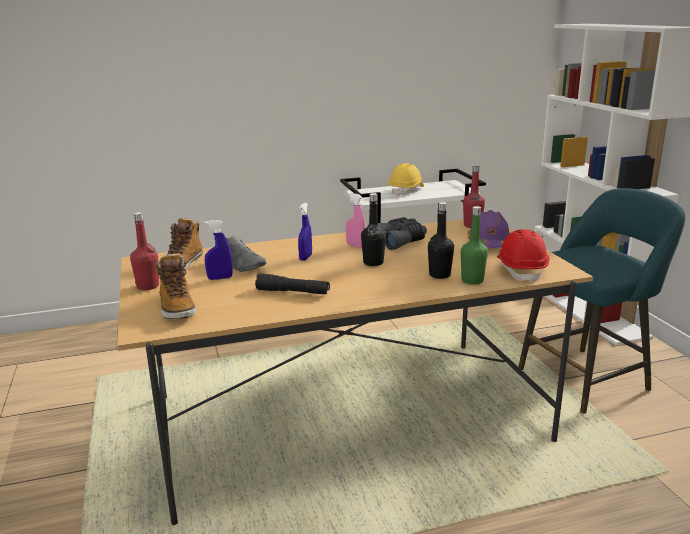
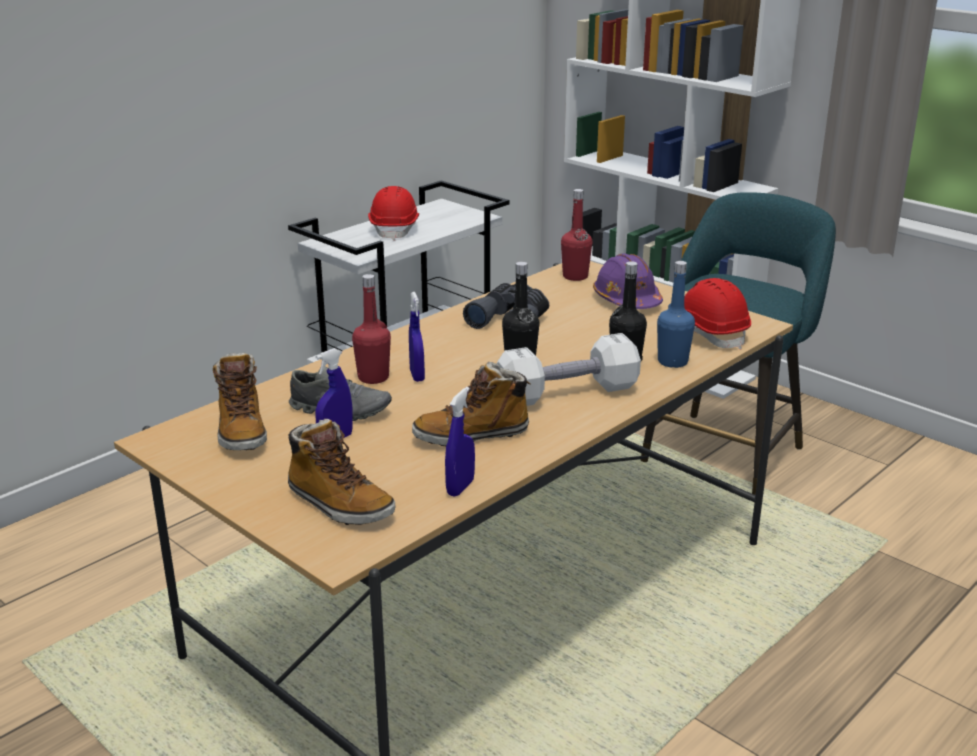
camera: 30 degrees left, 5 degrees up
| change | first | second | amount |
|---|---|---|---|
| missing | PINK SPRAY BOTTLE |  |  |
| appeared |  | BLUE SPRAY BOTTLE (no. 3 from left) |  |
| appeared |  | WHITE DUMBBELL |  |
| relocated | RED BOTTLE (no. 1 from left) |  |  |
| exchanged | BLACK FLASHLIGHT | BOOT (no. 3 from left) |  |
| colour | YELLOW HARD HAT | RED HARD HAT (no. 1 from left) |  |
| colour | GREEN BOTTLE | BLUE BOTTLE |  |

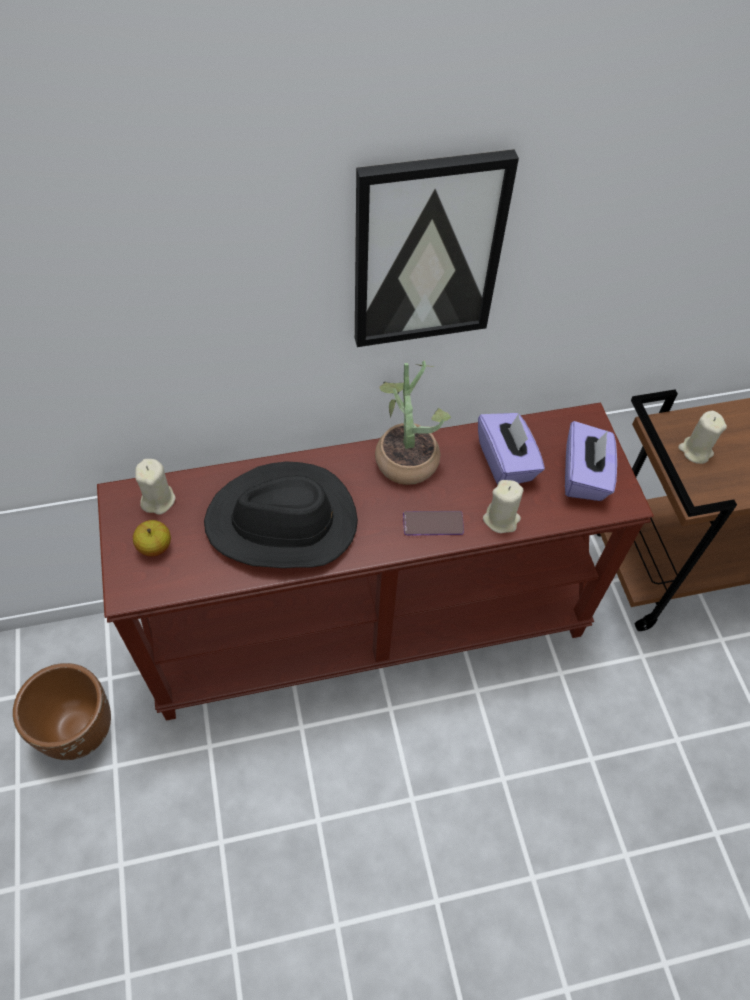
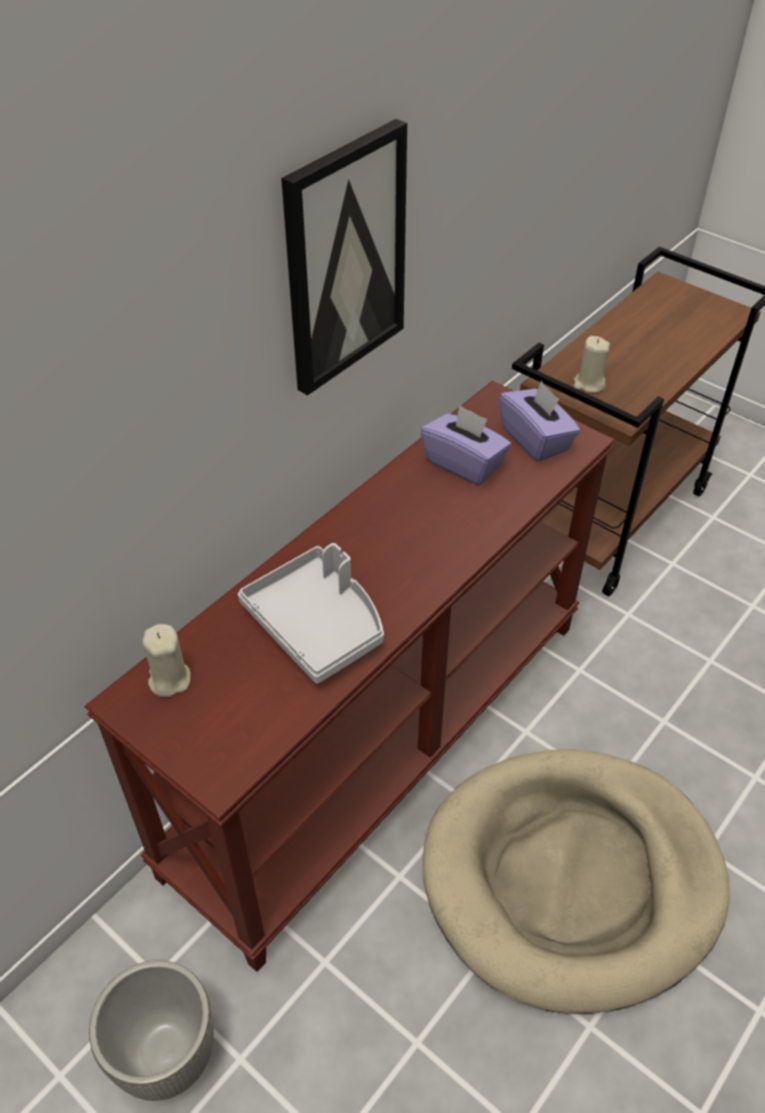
camera: 35 degrees left, 10 degrees down
| change | first | second | amount |
|---|---|---|---|
| missing | APPLE |  |  |
| missing | POTTED PLANT |  |  |
| missing | PHONE |  |  |
| missing | BEIGE CANDLE (no. 2 from left) |  |  |
| appeared |  | BEIGE DOG BED |  |
| exchanged | BLACK HAT | GREY TRAY |  |
| colour | BROWN PLANTER | GREY PLANTER |  |

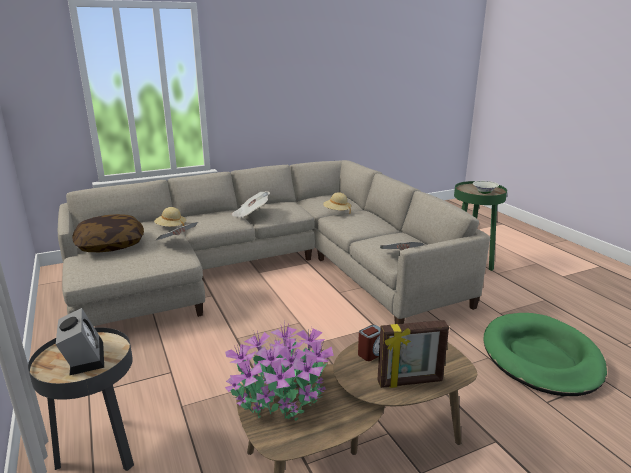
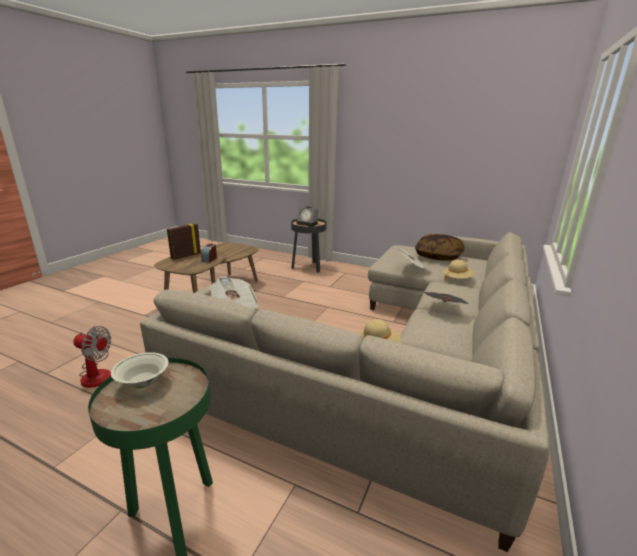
camera: 140 degrees right, 0 degrees up
| change | first | second | amount |
|---|---|---|---|
| missing | POTTED PLANT |  |  |
| exchanged | GREEN DOG BED | FAN |  |

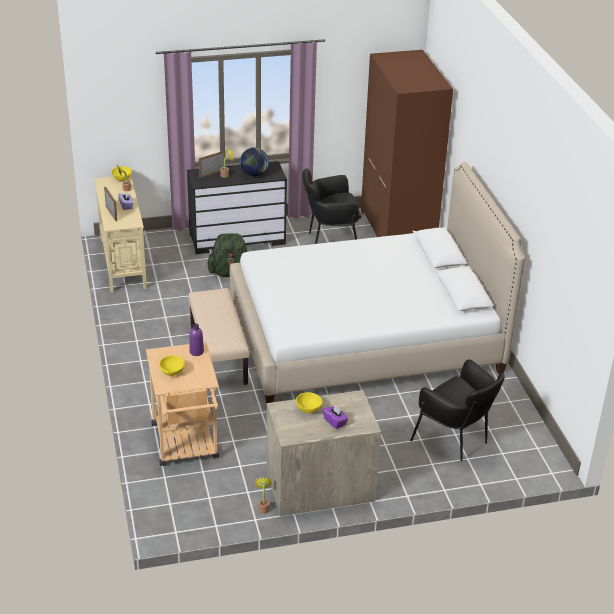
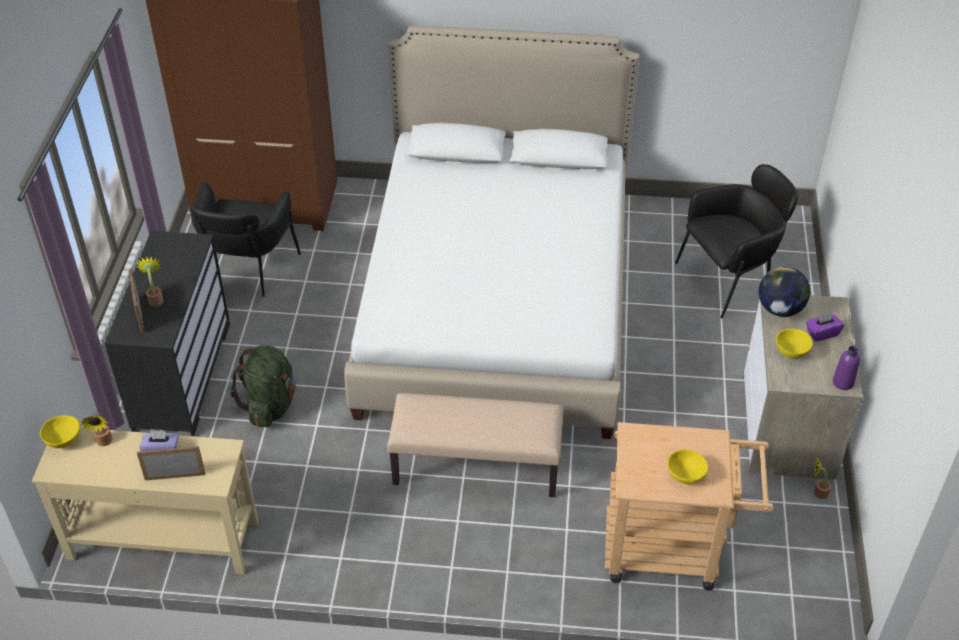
camera: 70 degrees left, 10 degrees up
| change | first | second | amount |
|---|---|---|---|
| relocated | PURPLE BOTTLE |  |  |
| relocated | GLOBE |  |  |

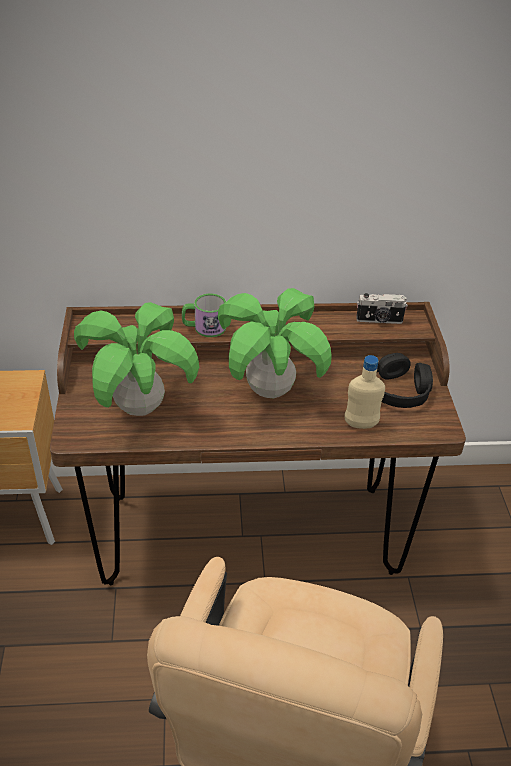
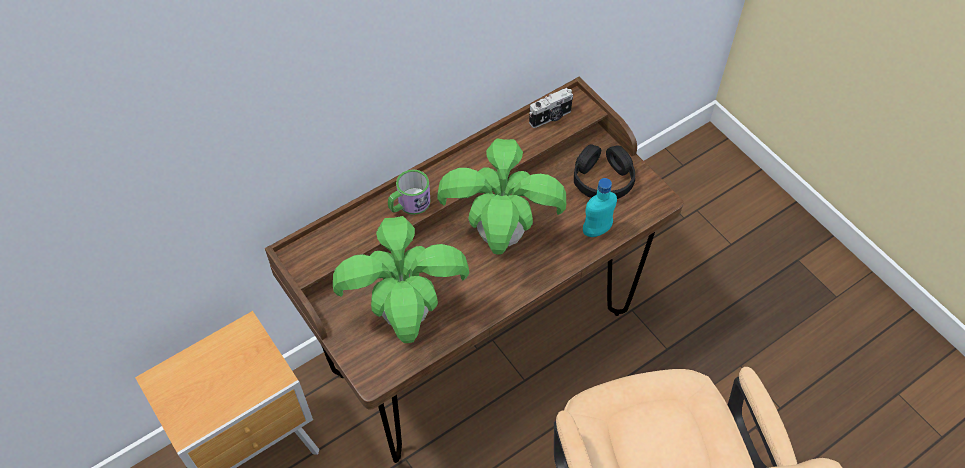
camera: 30 degrees left, 15 degrees up
| change | first | second | amount |
|---|---|---|---|
| colour | BEIGE BOTTLE | TURQUOISE BOTTLE |  |

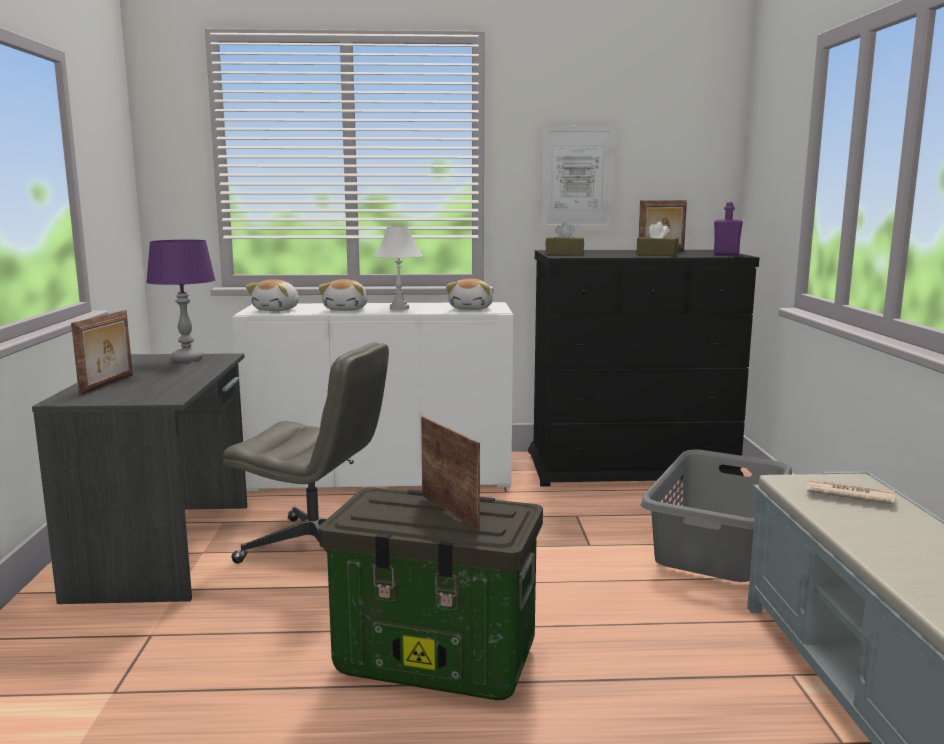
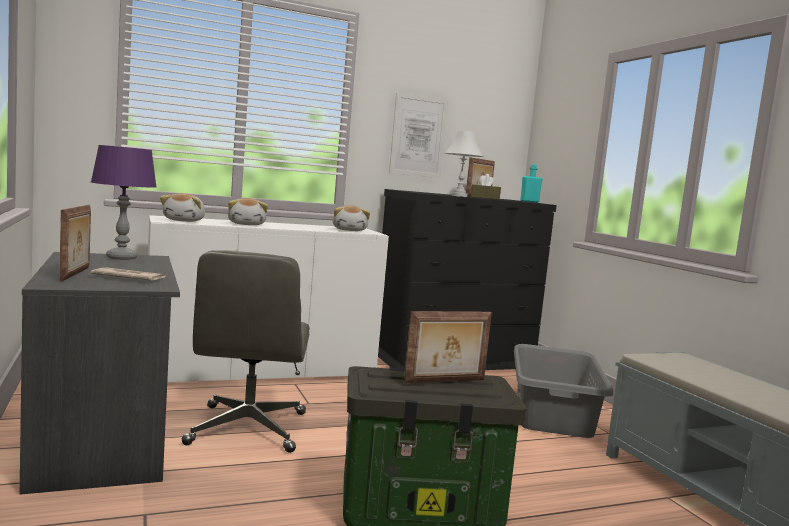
camera: 20 degrees left, 5 degrees down
| change | first | second | amount |
|---|---|---|---|
| missing | BROWN TISSUE BOX (no. 1 from left) |  |  |
| relocated | WHITE TABLE LAMP |  |  |
| relocated | NEWSPAPER |  |  |
| colour | PURPLE BOTTLE | TURQUOISE BOTTLE |  |
| spun | GREY OFFICE CHAIR |  | 90 degrees clockwise |
| spun | PICTURE FRAME (no. 2 from left) |  | 120 degrees clockwise |

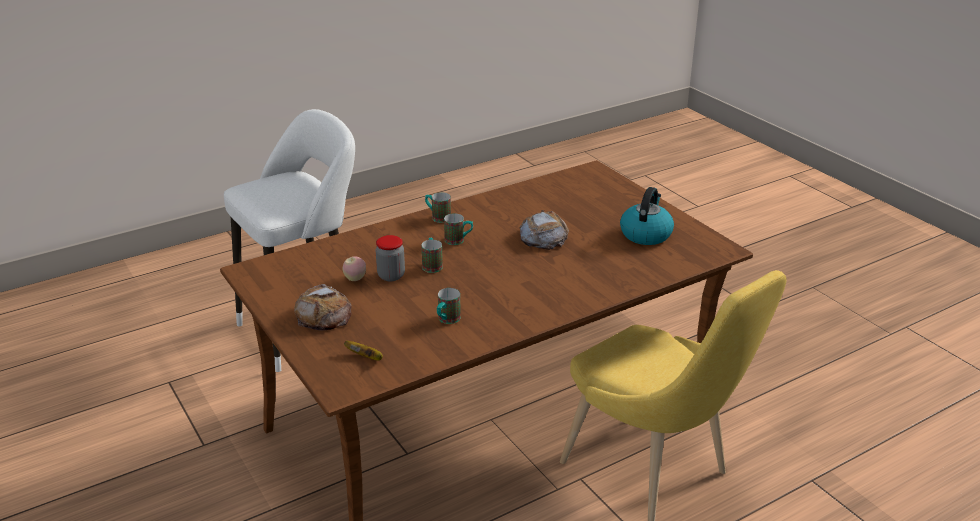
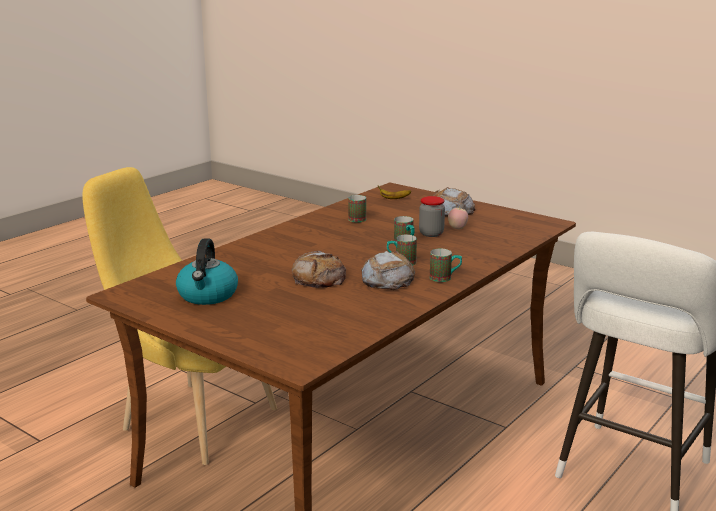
camera: 160 degrees right, 10 degrees down
| change | first | second | amount |
|---|---|---|---|
| appeared |  | BREAD (no. 2 from left) |  |

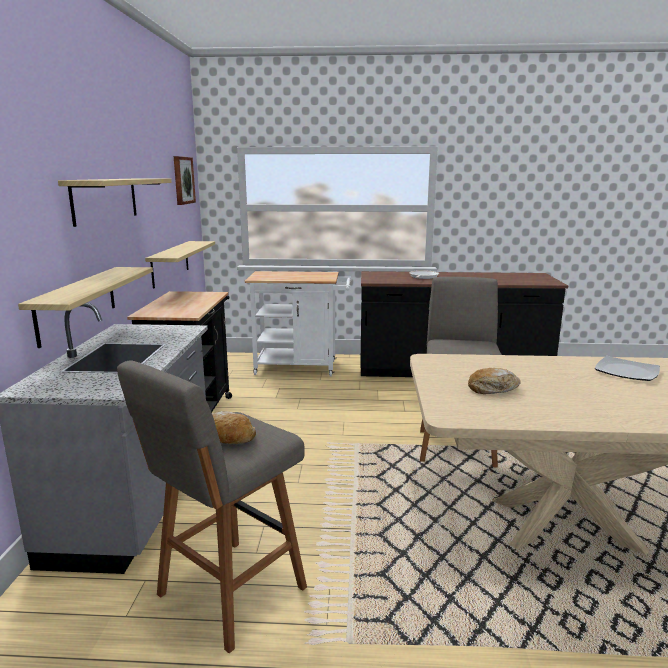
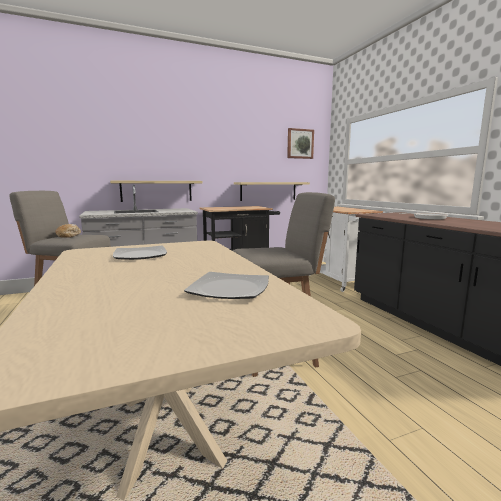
camera: 65 degrees right, 5 degrees down
| change | first | second | amount |
|---|---|---|---|
| missing | SHELF (no. 2 from left) |  |  |
| exchanged | BREAD (no. 2 from left) | PLATE (no. 1 from left) |  |

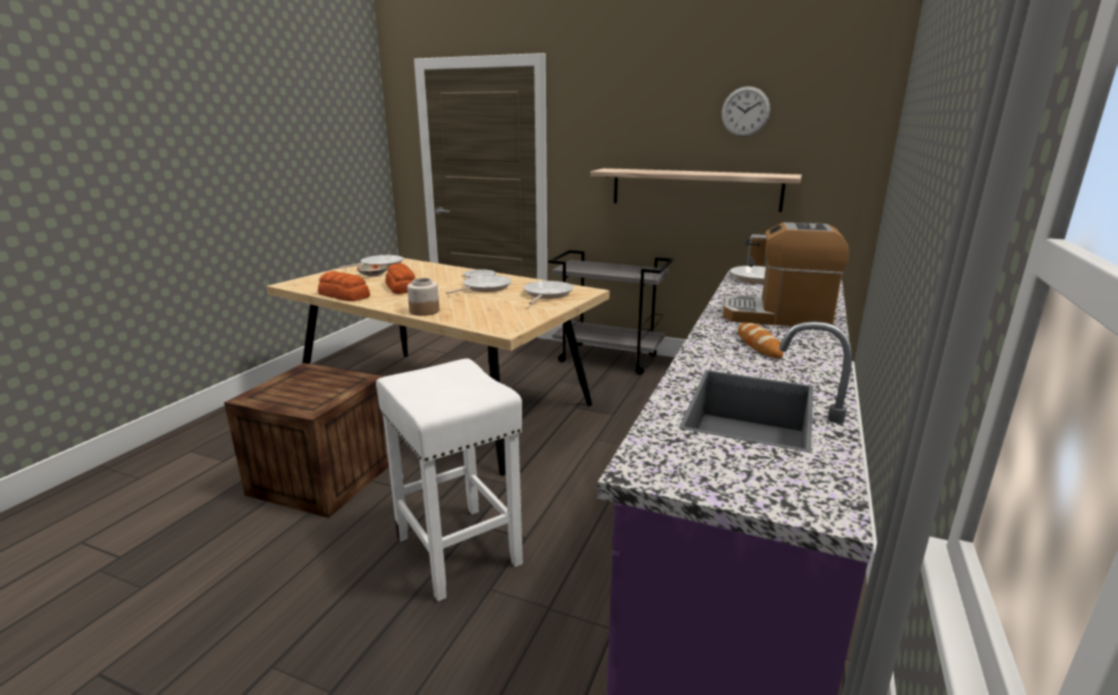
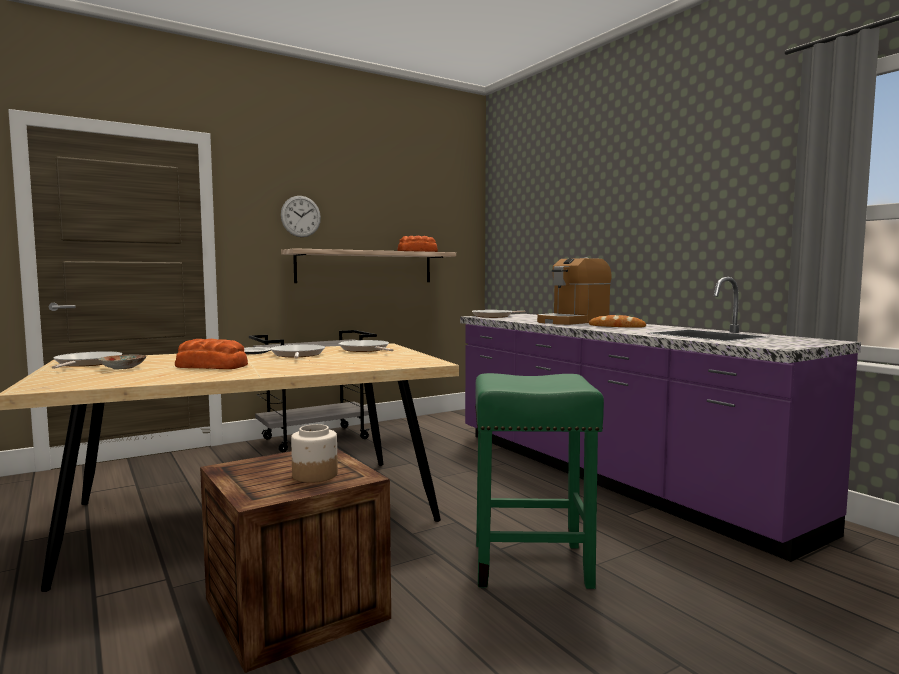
camera: 55 degrees left, 15 degrees down
| change | first | second | amount |
|---|---|---|---|
| relocated | BREAD (no. 1 from left in the first image) | BREAD (no. 2 from left) |  |
| relocated | JAR |  |  |
| relocated | WALL CLOCK |  |  |
| colour | WHITE STOOL | GREEN STOOL |  |

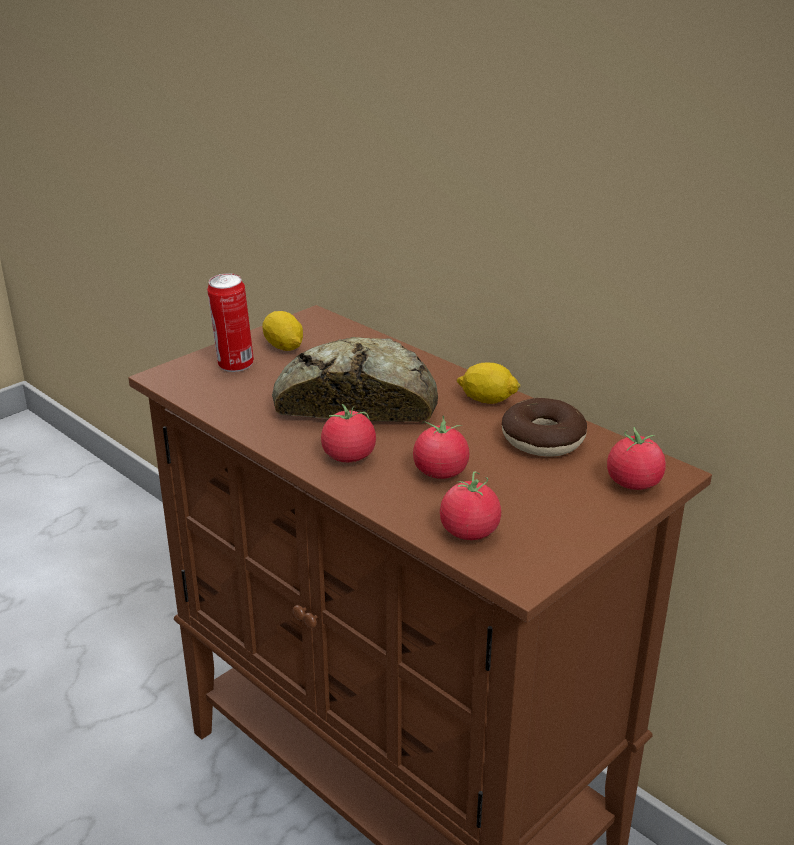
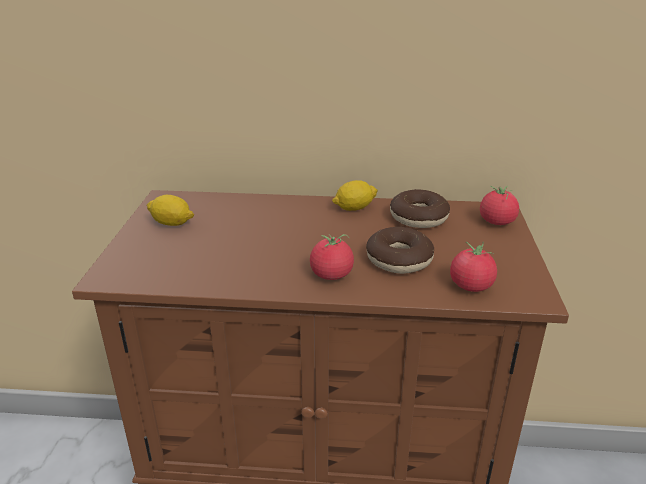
camera: 40 degrees left, 0 degrees up
| change | first | second | amount |
|---|---|---|---|
| missing | CAN |  |  |
| missing | BREAD |  |  |
| exchanged | TOMATO (no. 2 from left) | DONUT (no. 1 from left) |  |

